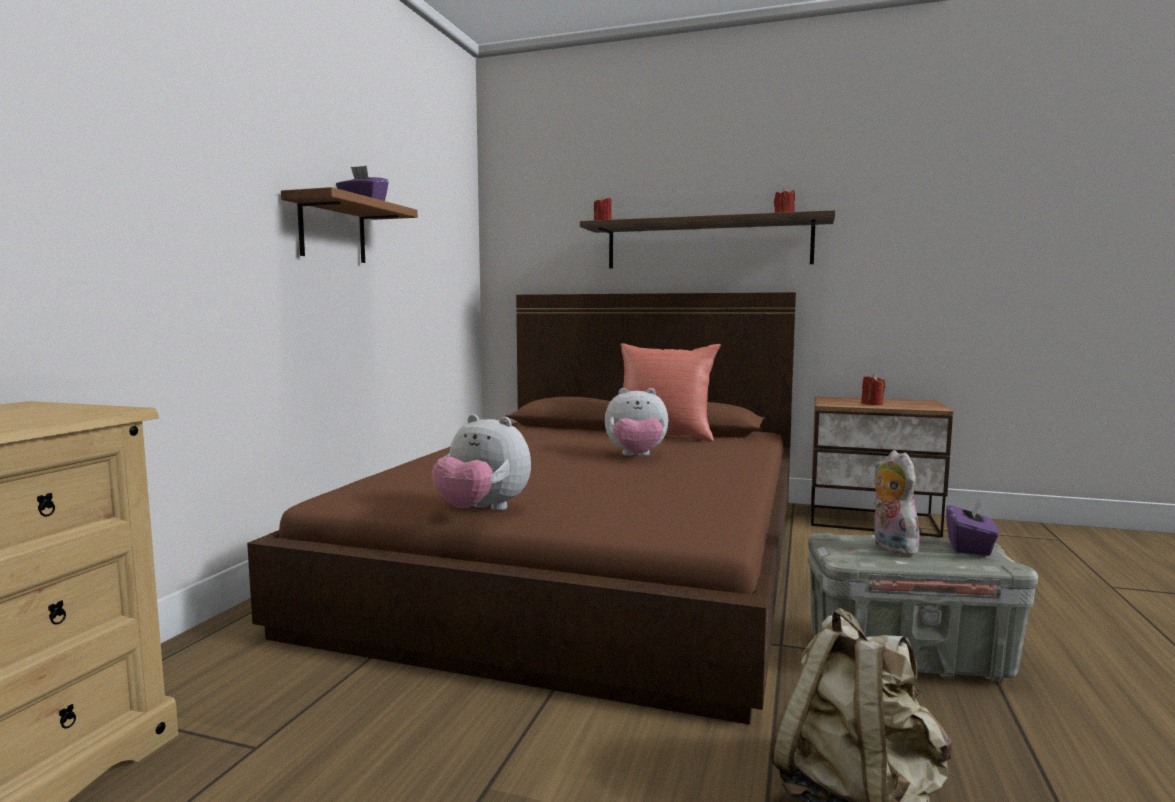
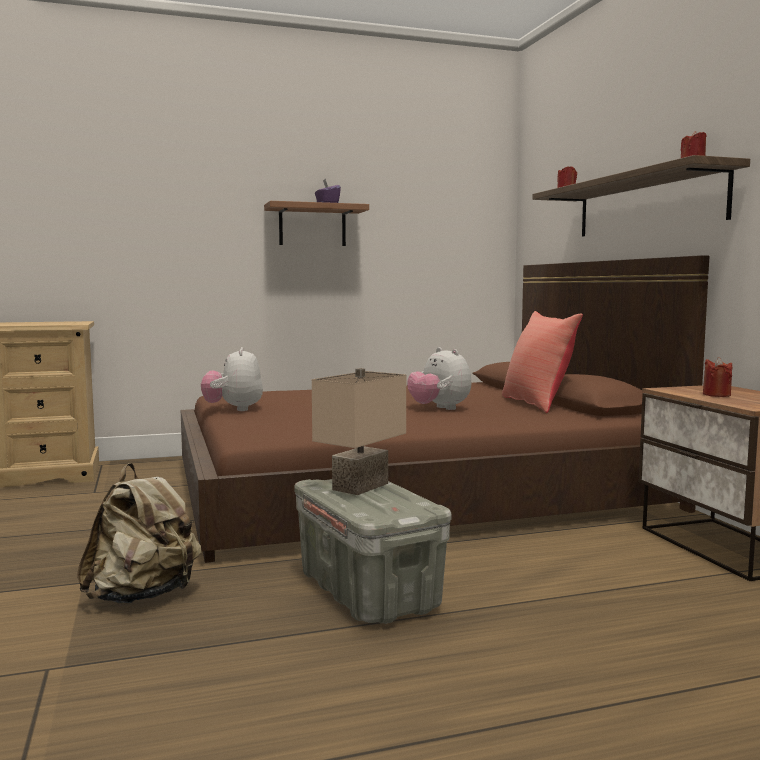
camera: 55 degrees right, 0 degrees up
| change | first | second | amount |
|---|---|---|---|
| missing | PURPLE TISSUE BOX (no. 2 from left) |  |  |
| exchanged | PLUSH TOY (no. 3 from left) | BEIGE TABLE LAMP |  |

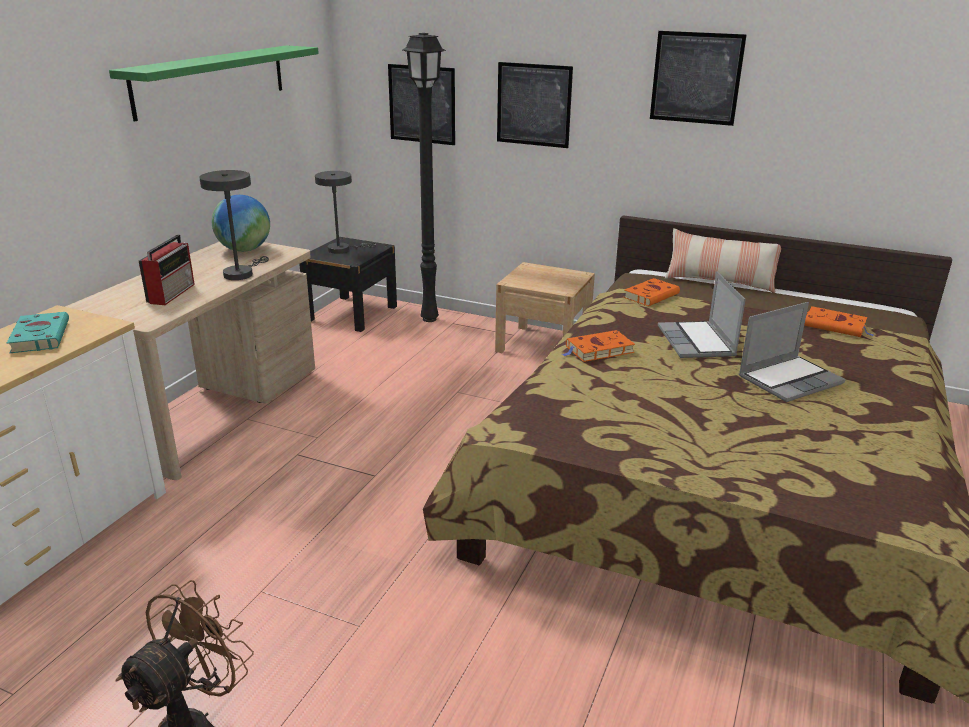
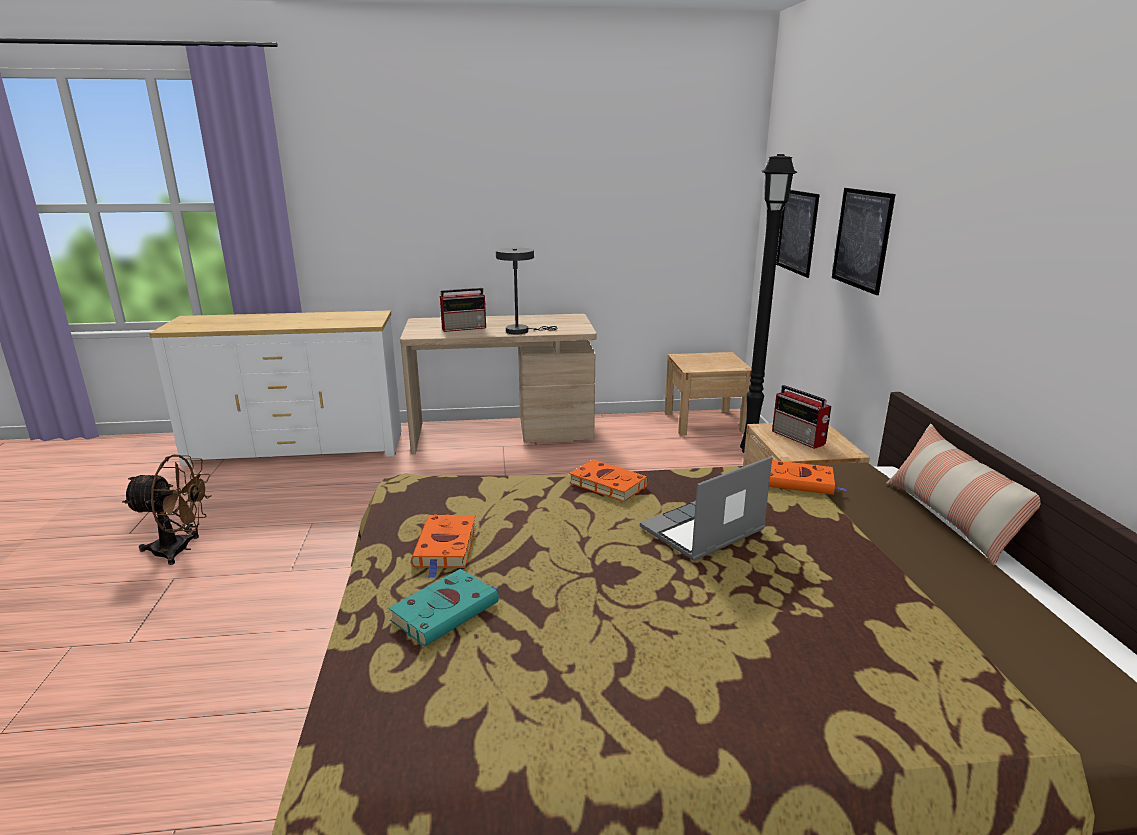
camera: 60 degrees right, 5 degrees down
| change | first | second | amount |
|---|---|---|---|
| missing | GREEN SHELF |  |  |
| missing | GLOBE |  |  |
| missing | GREY TABLE LAMP (no. 2 from left) |  |  |
| missing | PICTURE (no. 3 from left) |  |  |
| missing | LAPTOP (no. 2 from left) |  |  |
| appeared |  | RADIO (no. 2 from left) |  |
| relocated | TURQUOISE BOOK |  |  |
| relocated | ORANGE BOOK (no. 3 from left in the first image) | ORANGE BOOK (no. 1 from left) |  |
| colour | BLACK NIGHTSTAND | BEIGE NIGHTSTAND (no. 1 from left) |  |

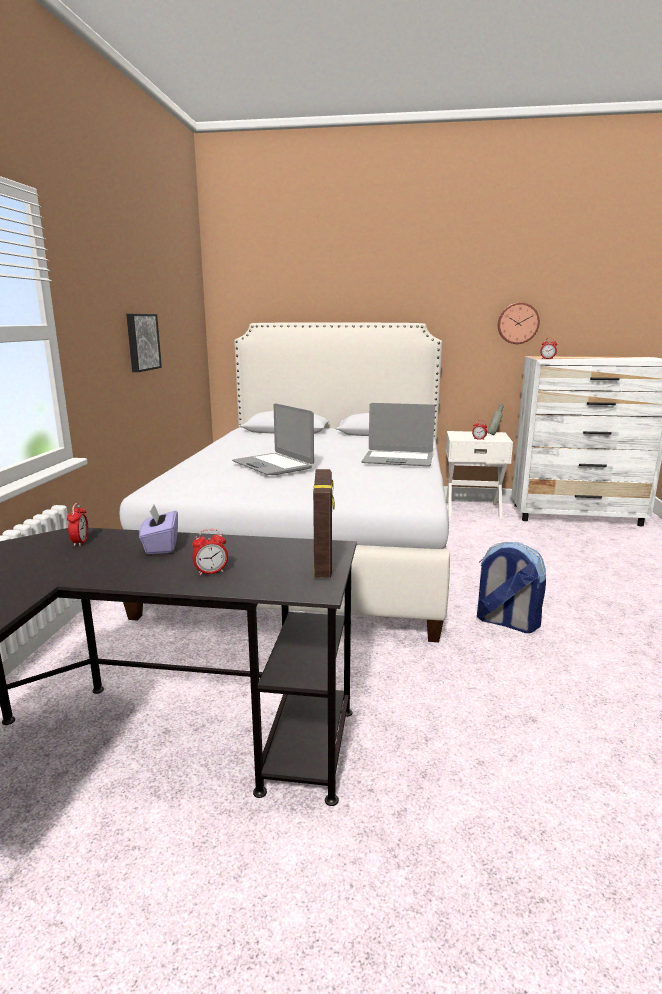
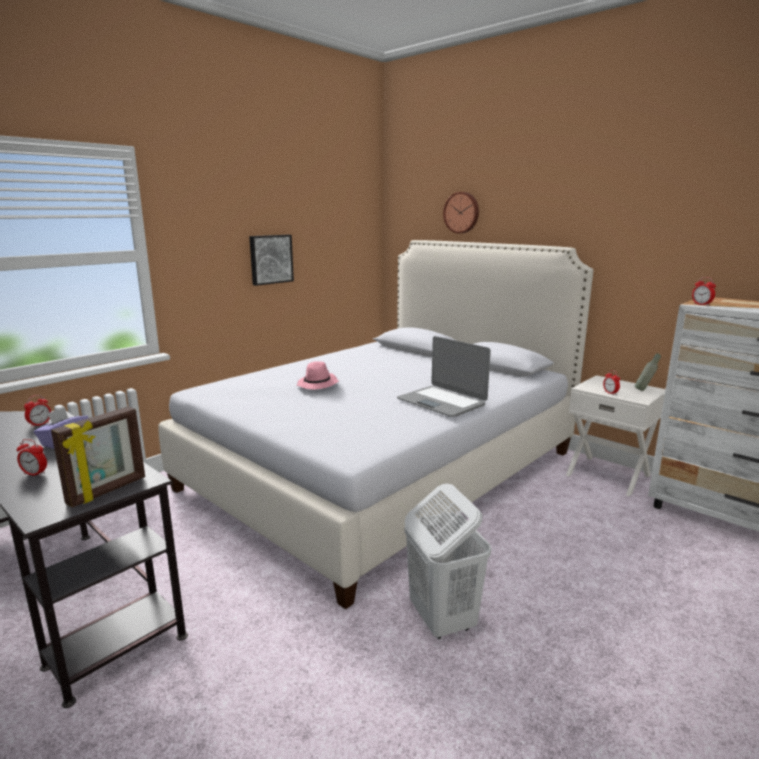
camera: 35 degrees right, 0 degrees up
| change | first | second | amount |
|---|---|---|---|
| relocated | WALL CLOCK |  |  |
| exchanged | LAPTOP (no. 1 from left) | PINK HAT |  |
| exchanged | BACKPACK | WHITE LAUNDRY BASKET |  |

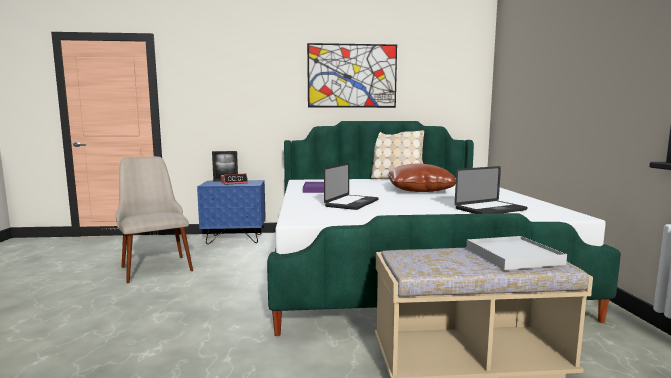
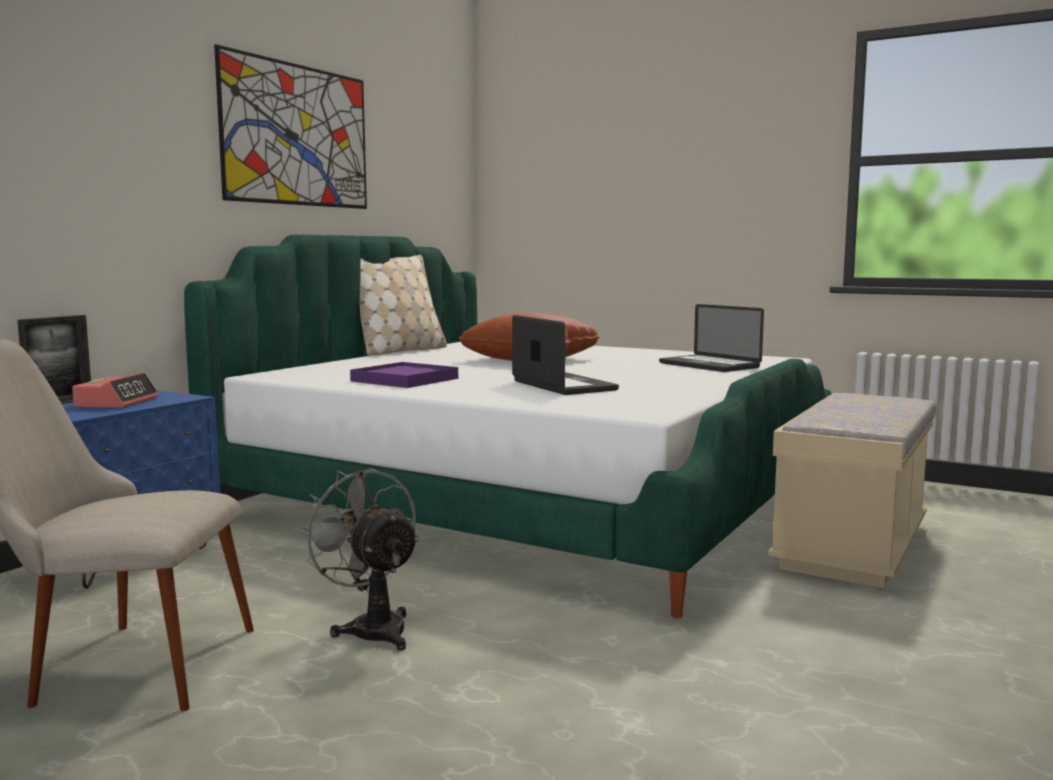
camera: 55 degrees left, 0 degrees up
| change | first | second | amount |
|---|---|---|---|
| missing | WHITE TRAY |  |  |
| appeared |  | GREY FAN |  |
| spun | LAPTOP (no. 2 from left) |  | 135 degrees clockwise |

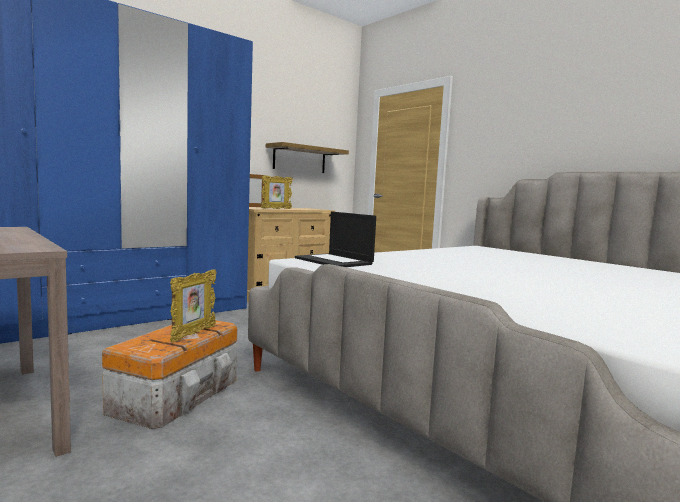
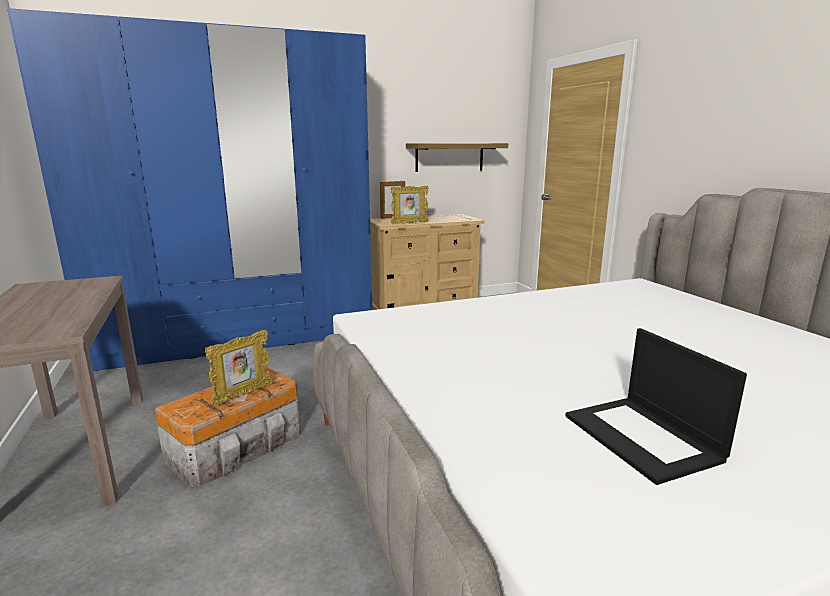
camera: 20 degrees right, 10 degrees up
| change | first | second | amount |
|---|---|---|---|
| relocated | LAPTOP |  |  |

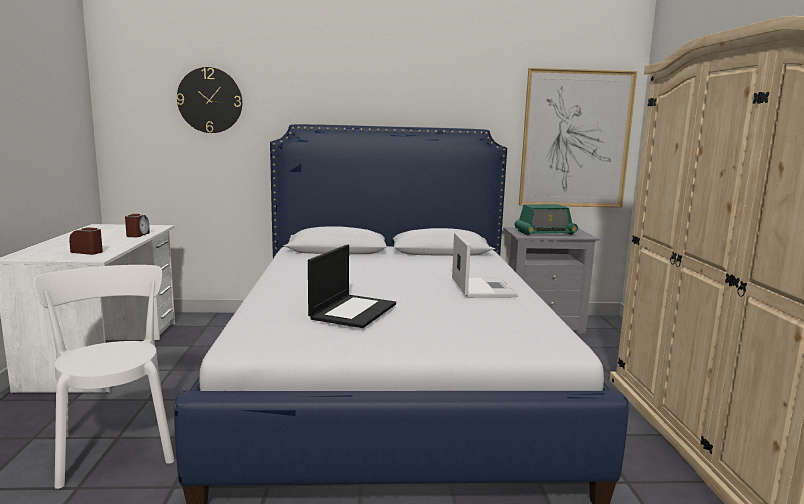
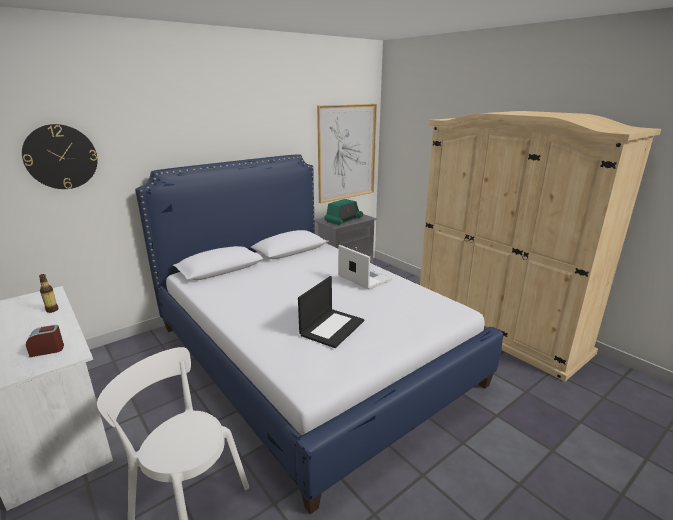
camera: 35 degrees left, 10 degrees up
| change | first | second | amount |
|---|---|---|---|
| exchanged | ALARM CLOCK (no. 2 from left) | BOTTLE |  |
| spun | LAPTOP (no. 1 from left) |  | 45 degrees clockwise |

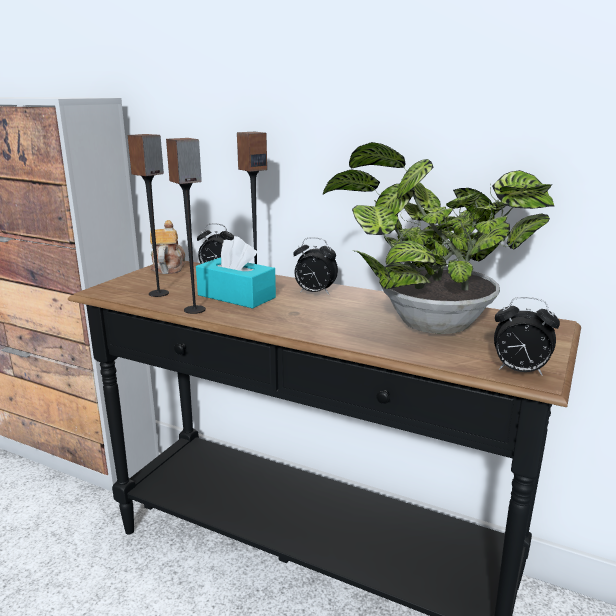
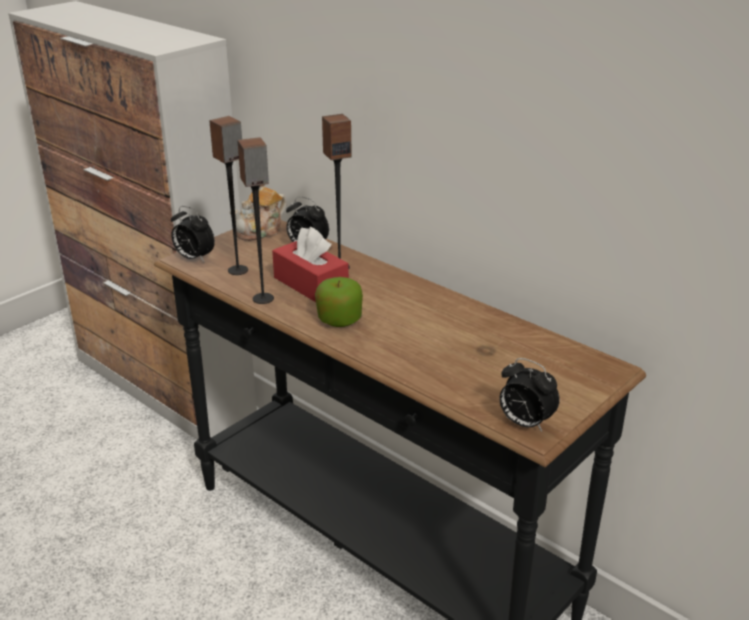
camera: 15 degrees right, 10 degrees up
| change | first | second | amount |
|---|---|---|---|
| missing | POTTED PLANT |  |  |
| appeared |  | APPLE |  |
| relocated | ALARM CLOCK (no. 2 from left in the first image) | ALARM CLOCK (no. 1 from left) |  |
| colour | TURQUOISE TISSUE BOX | RED TISSUE BOX |  |
| spun | TEAPOT |  | 150 degrees counterclockwise |

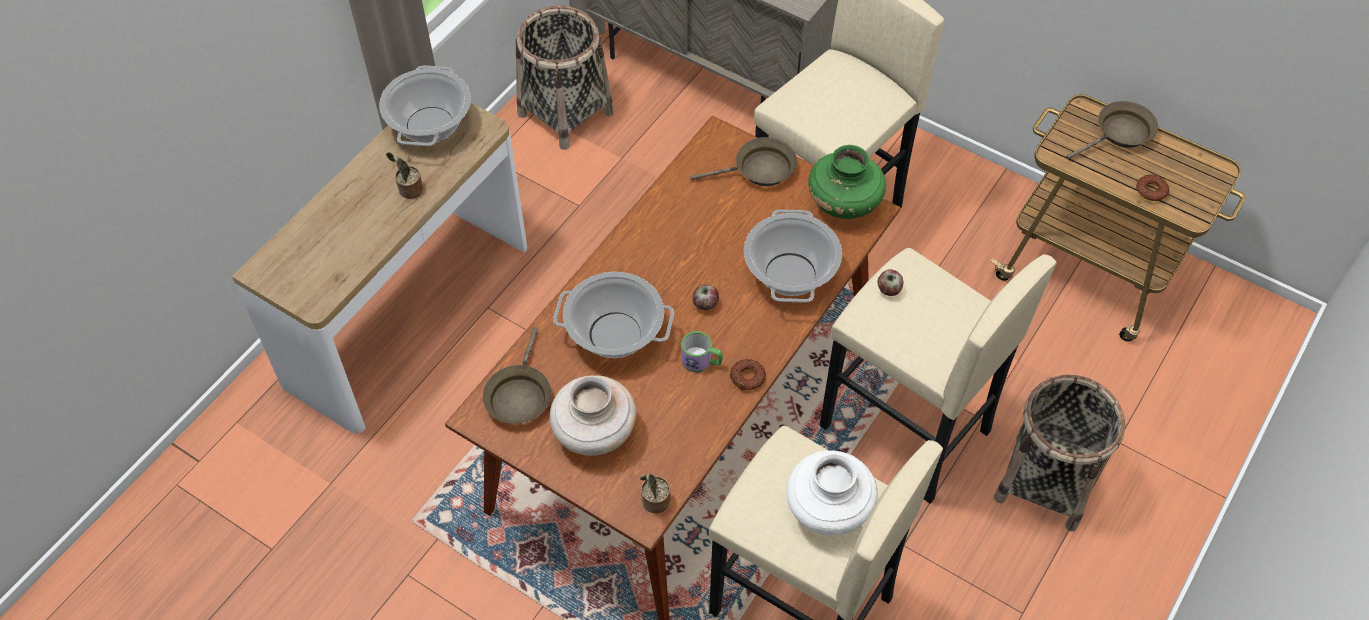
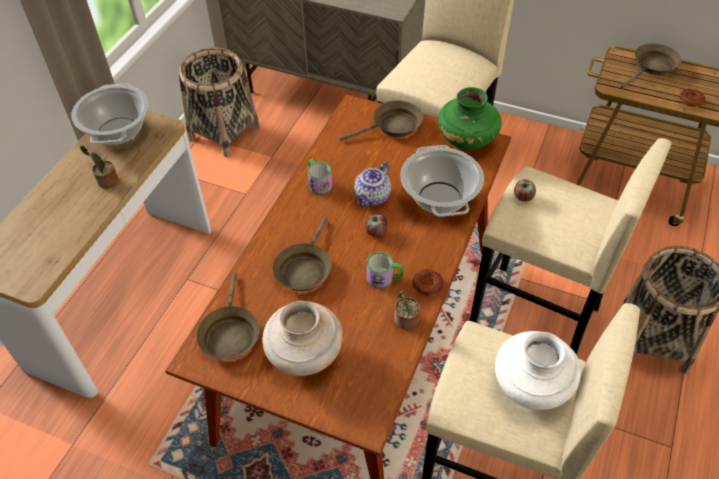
camera: 10 degrees left, 5 degrees down
| change | first | second | amount |
|---|---|---|---|
| appeared |  | MUG (no. 1 from left) |  |
| appeared |  | TEAPOT |  |
| relocated | POTTED PLANT (no. 2 from left) |  |  |
| exchanged | COOKING POT (no. 2 from left) | BROWN FRYING PAN (no. 2 from left) |  |

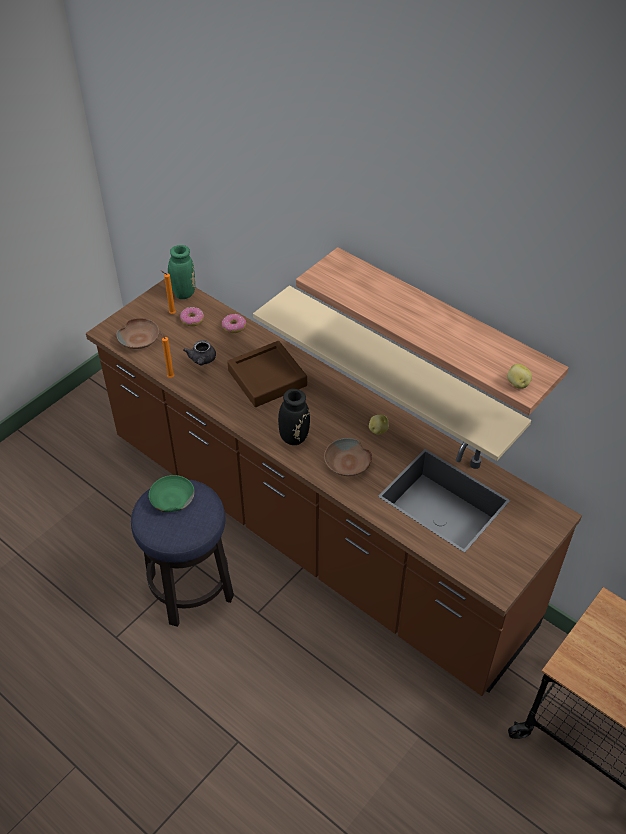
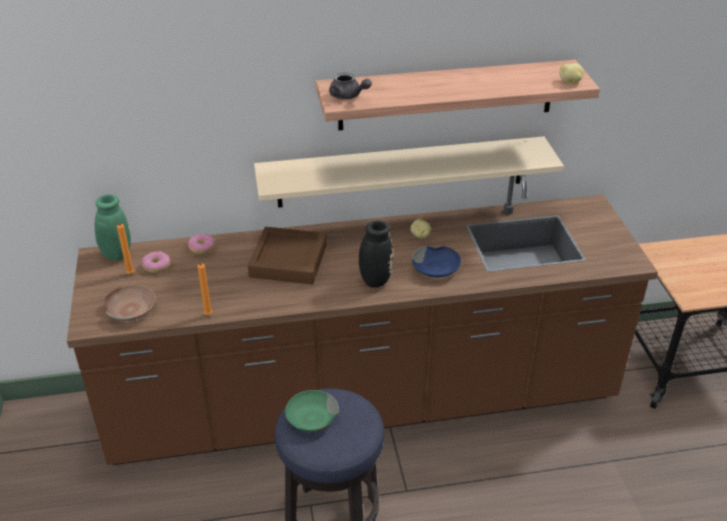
camera: 50 degrees left, 10 degrees down
| change | first | second | amount |
|---|---|---|---|
| relocated | GREY TEAPOT |  |  |
| colour | BROWN BOWL (no. 2 from left) | BLUE BOWL |  |

